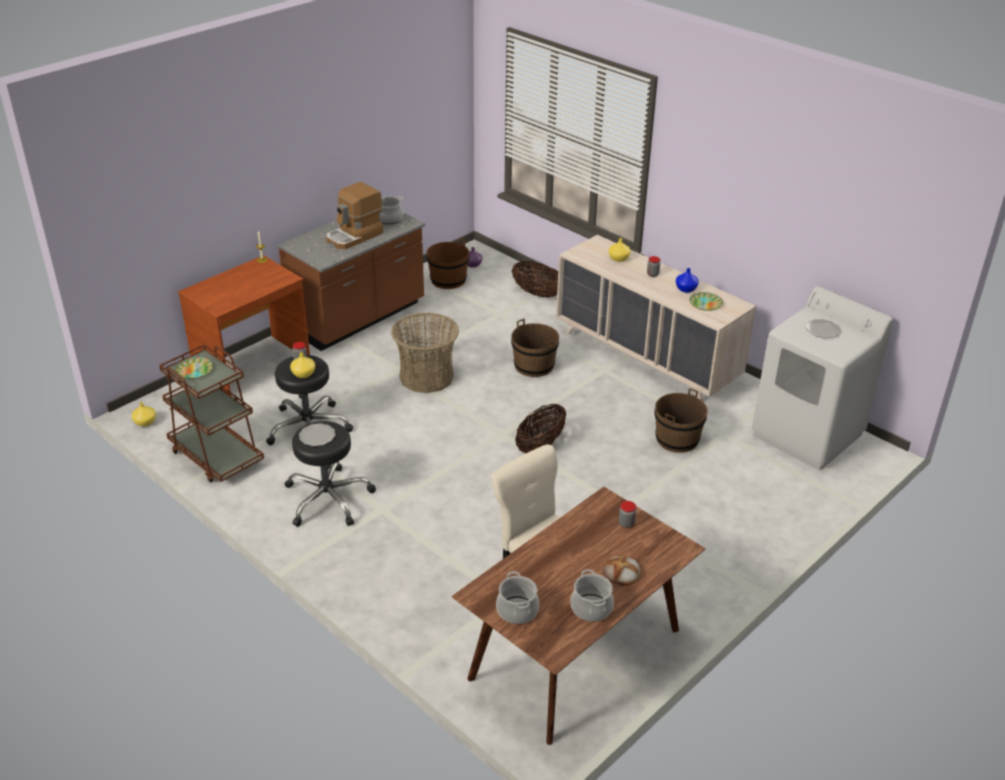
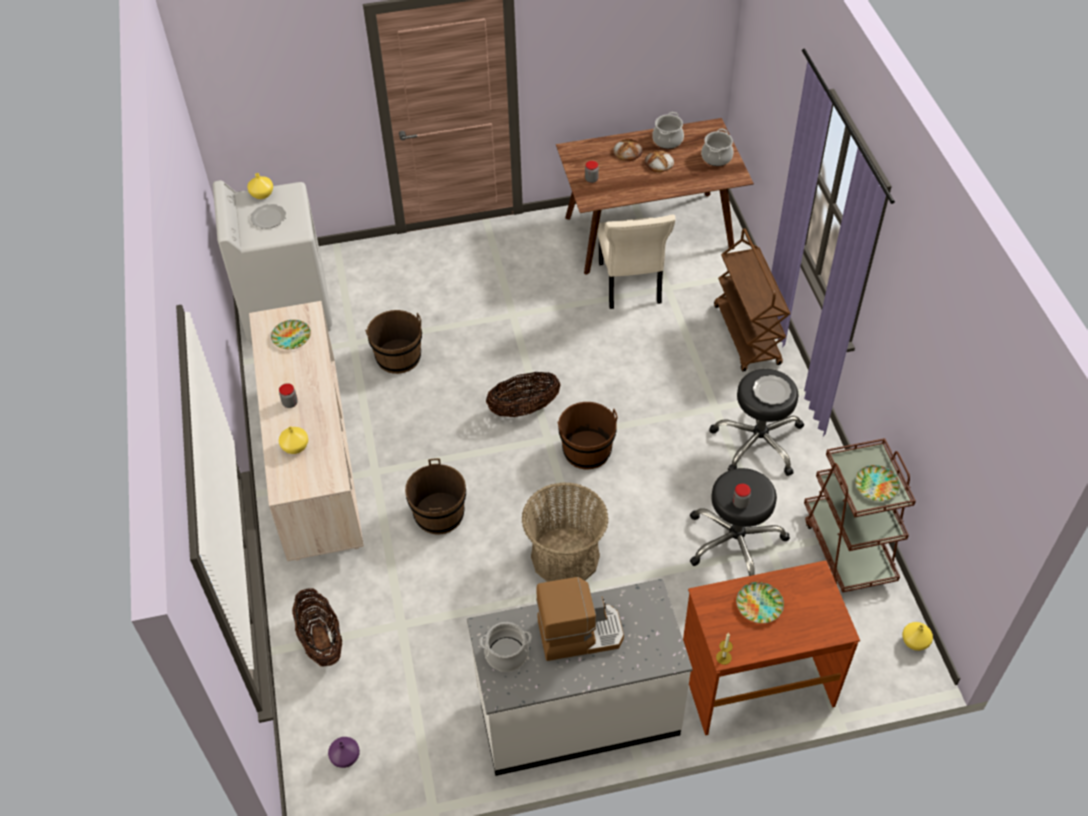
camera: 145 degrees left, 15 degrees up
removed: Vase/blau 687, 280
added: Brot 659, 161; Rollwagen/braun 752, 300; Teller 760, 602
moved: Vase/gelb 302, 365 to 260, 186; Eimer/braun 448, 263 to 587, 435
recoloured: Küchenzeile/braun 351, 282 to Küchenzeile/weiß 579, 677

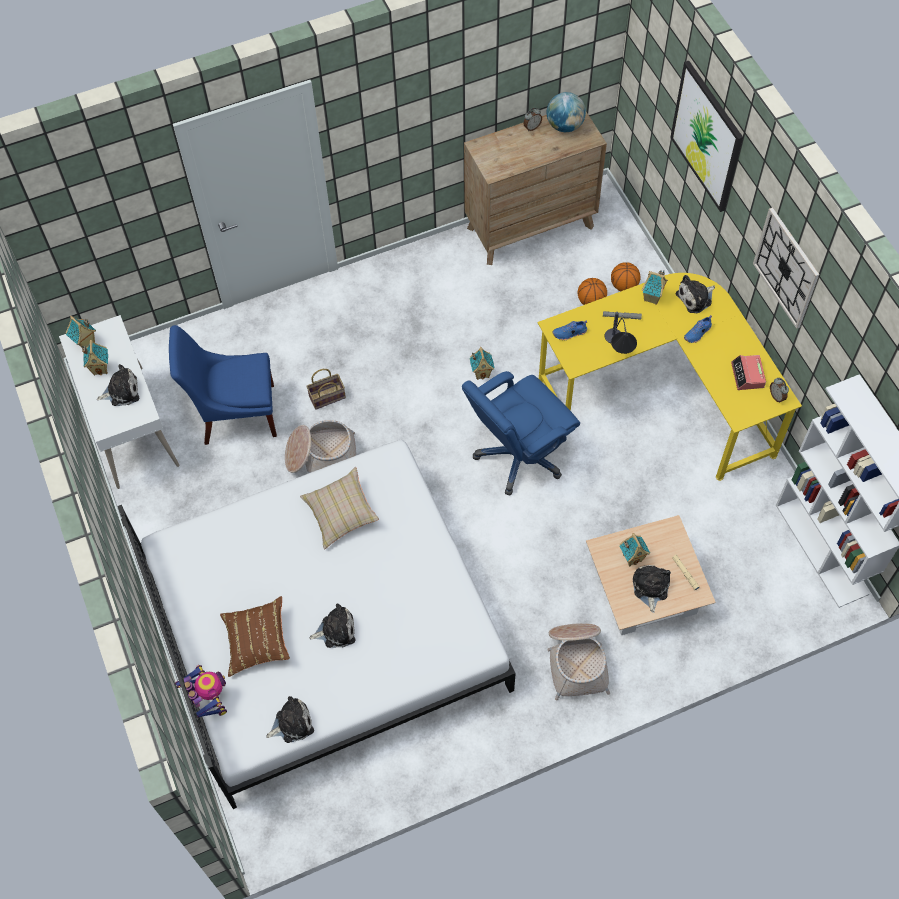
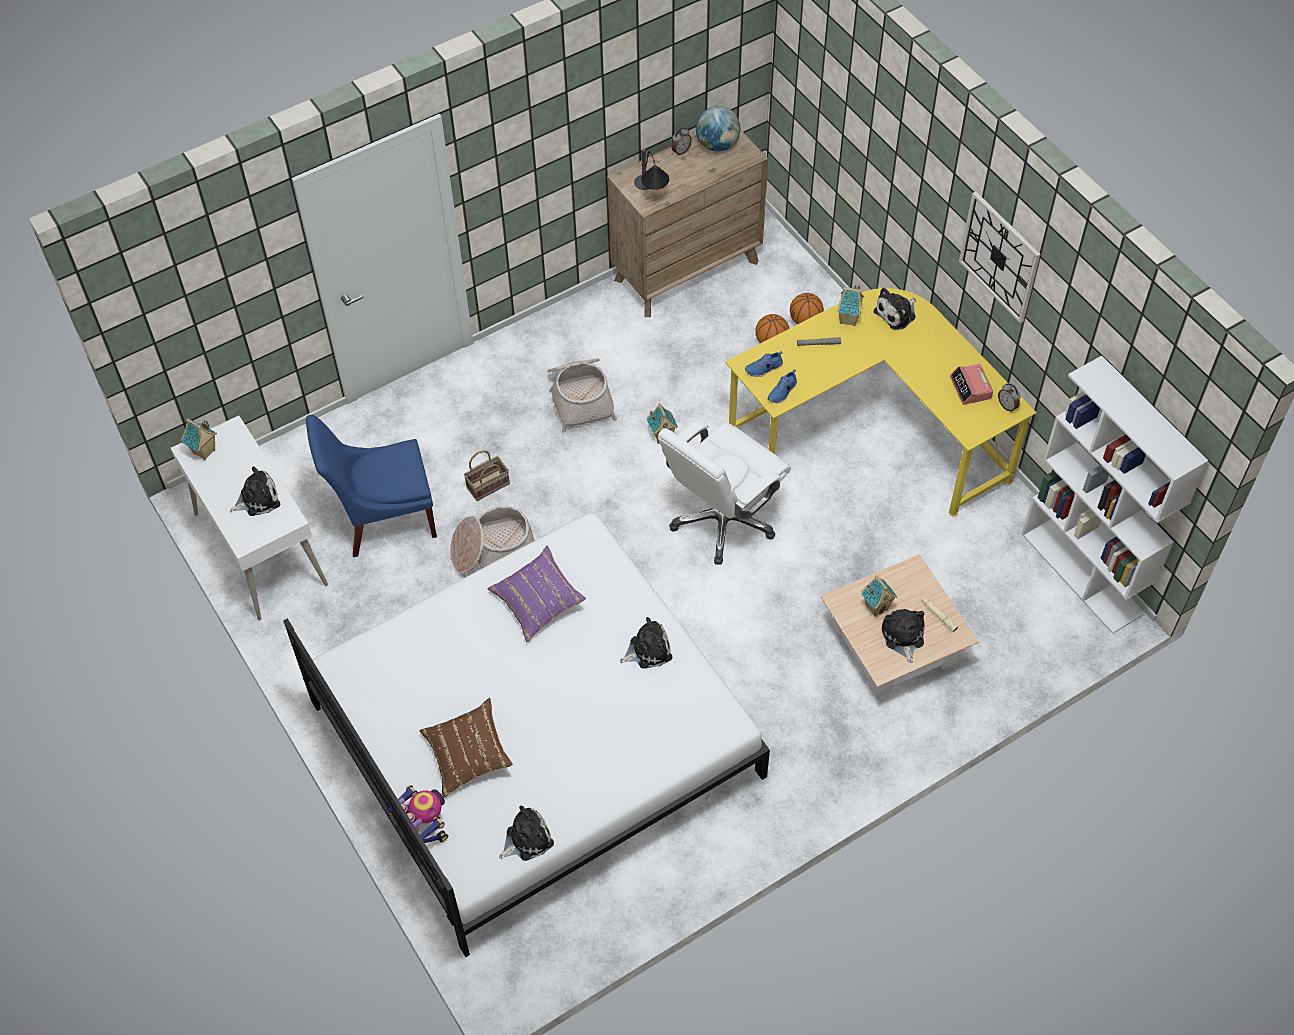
camera: 10 degrees left, 5 degrees down
removed: Spielzeughaus 95, 357; Bild 706, 136
moved: Plüschtier 332, 625 to 646, 643; Korb 578, 662 to 582, 395; Tischlampe 620, 333 to 651, 169; Schuh/blau 698, 329 to 782, 386
recoloured: Kissen/beige 339, 508 to Kissen/lila 536, 594; Bürostuhl/blau 521, 433 to Bürostuhl/weiß 724, 492

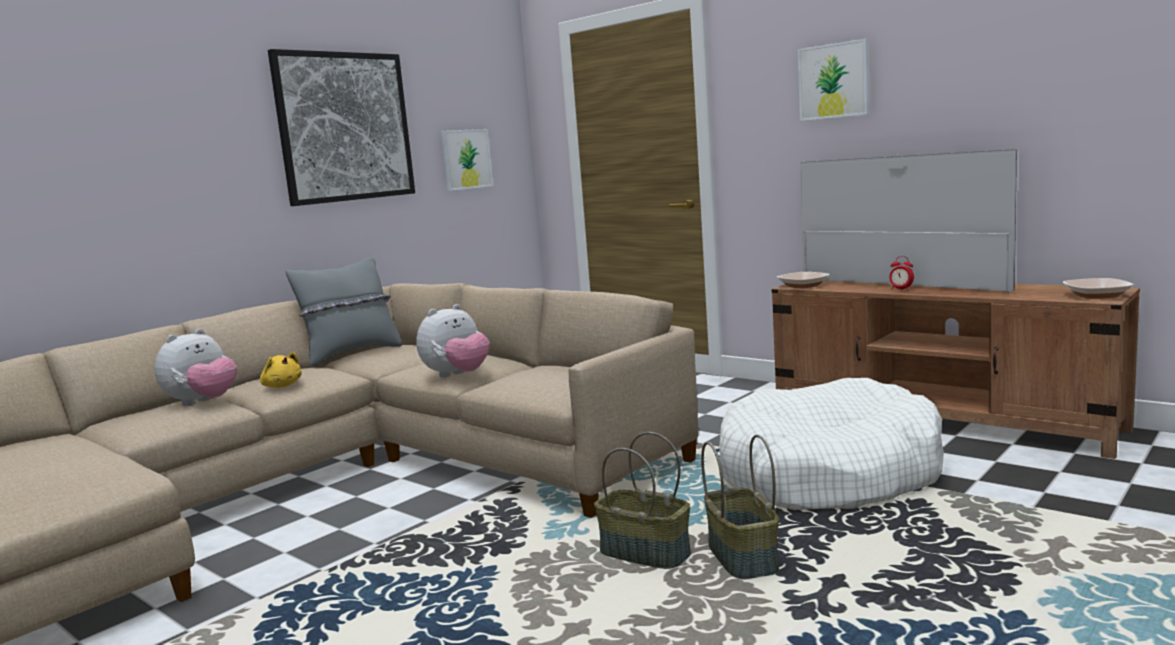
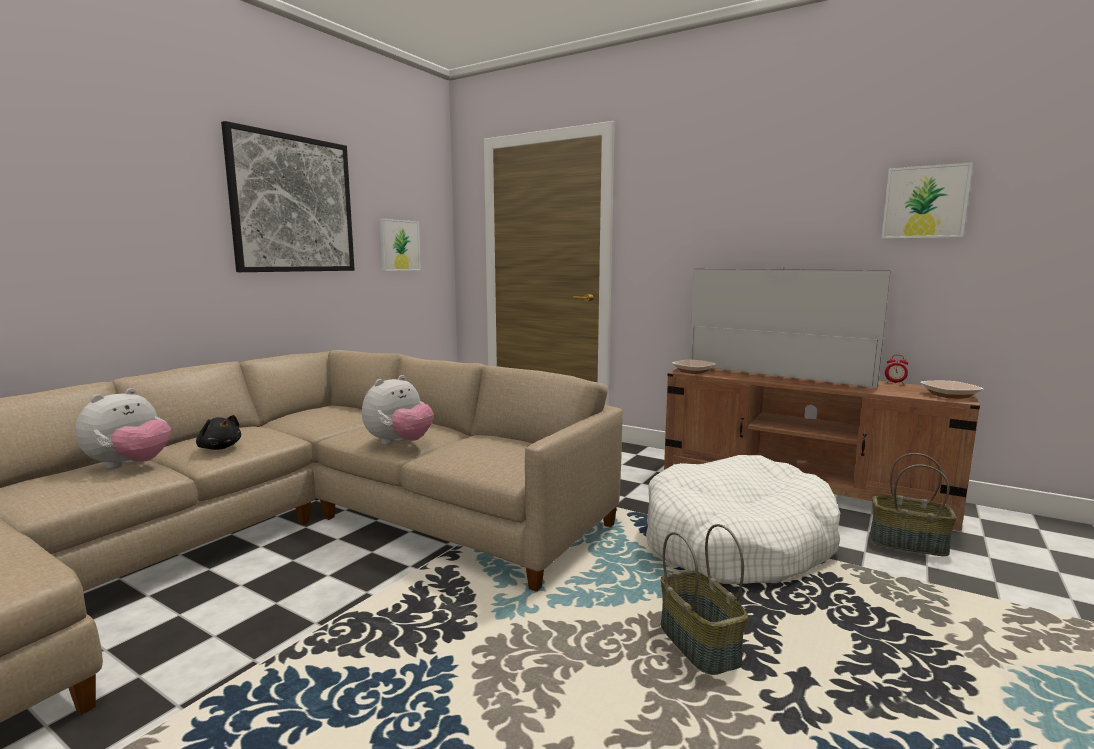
camera: 10 degrees left, 0 degrees up
removed: Kissen/grau 343, 311
moved: Korb 642, 500 to 913, 504; Bild 833, 79 to 927, 200; Wecker 901, 273 to 896, 369
recoloured: Plüschtier/gelb 281, 370 to Plüschtier/schwarz 218, 432

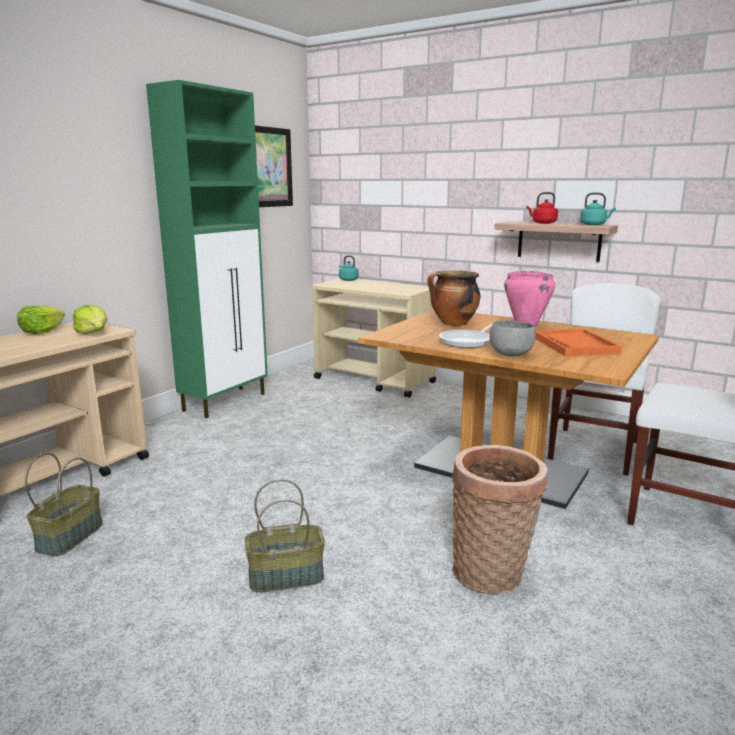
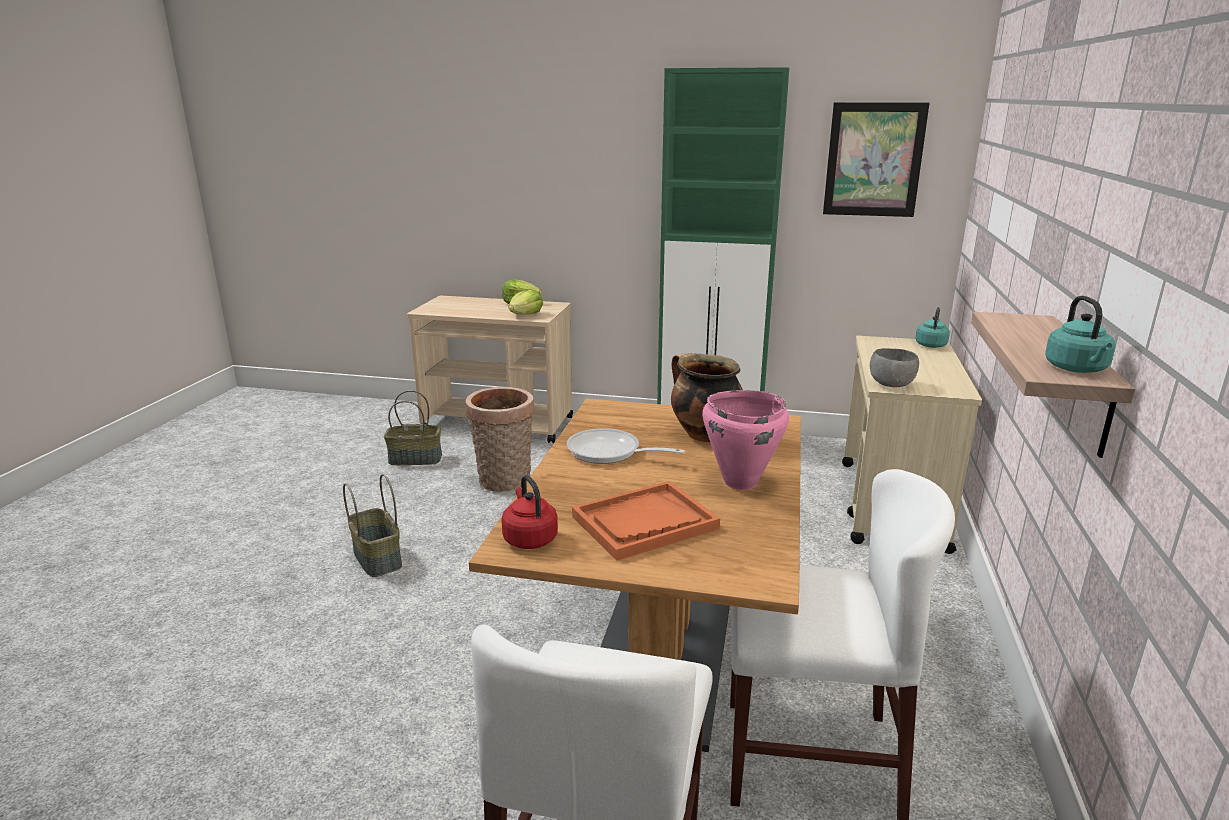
camera: 70 degrees right, 5 degrees up
moved: Korb 500, 519 to 499, 439; Schüssel/grau 512, 338 to 894, 367; Wasserkessel/rot 542, 208 to 529, 512

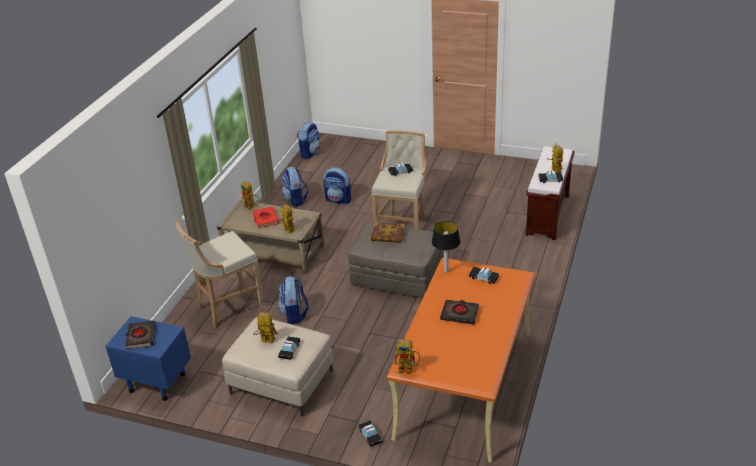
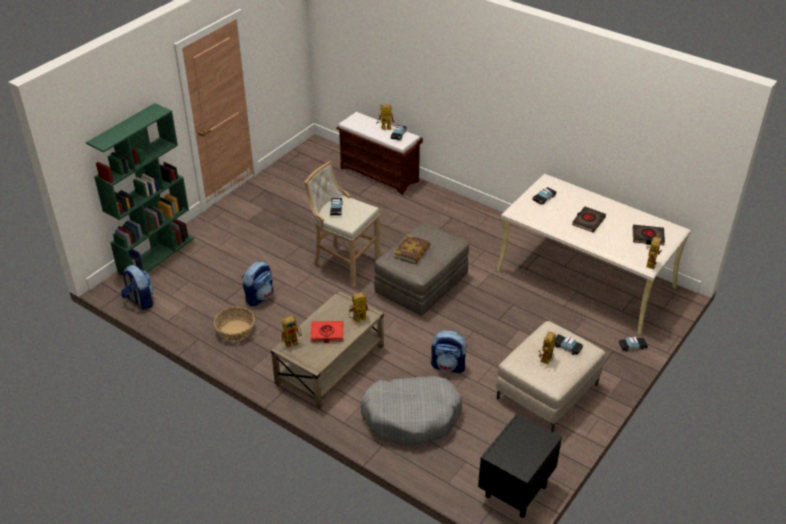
camera: 75 degrees left, 5 degrees up
removed: Tischlampe 446, 247
added: Bücherregal/grün 140, 189
moved: Buch/schwarz 140, 335 to 649, 235
replaced: Hocker/beige 220, 274 to Hundebett/grau 411, 411; Rucksack 295, 186 to Korb 234, 324
recoloured: Nachttisch/blau 148, 358 to Nachttisch/schwarz 520, 466; Schreibtisch/orange 461, 360 to Schreibtisch/beige 594, 254

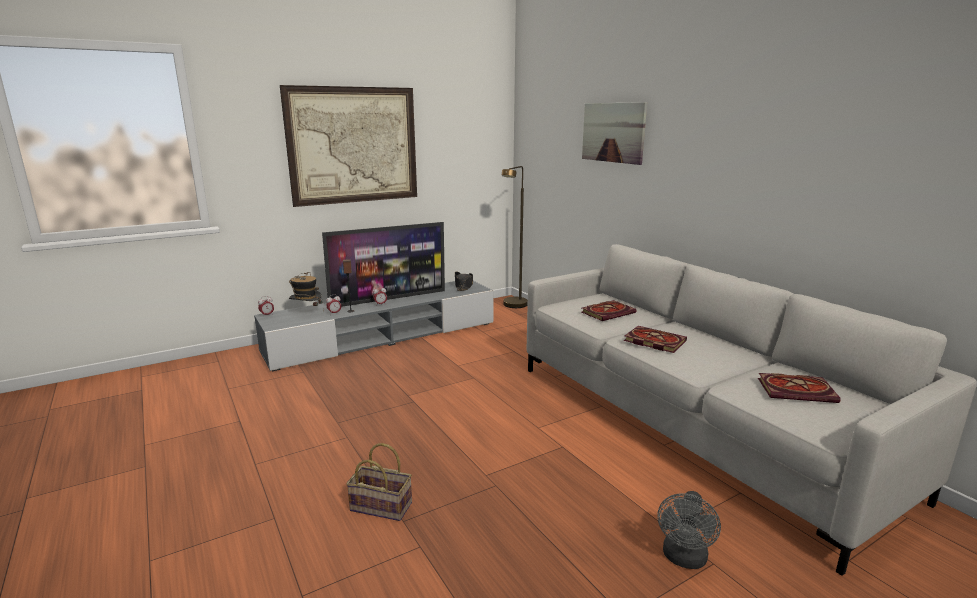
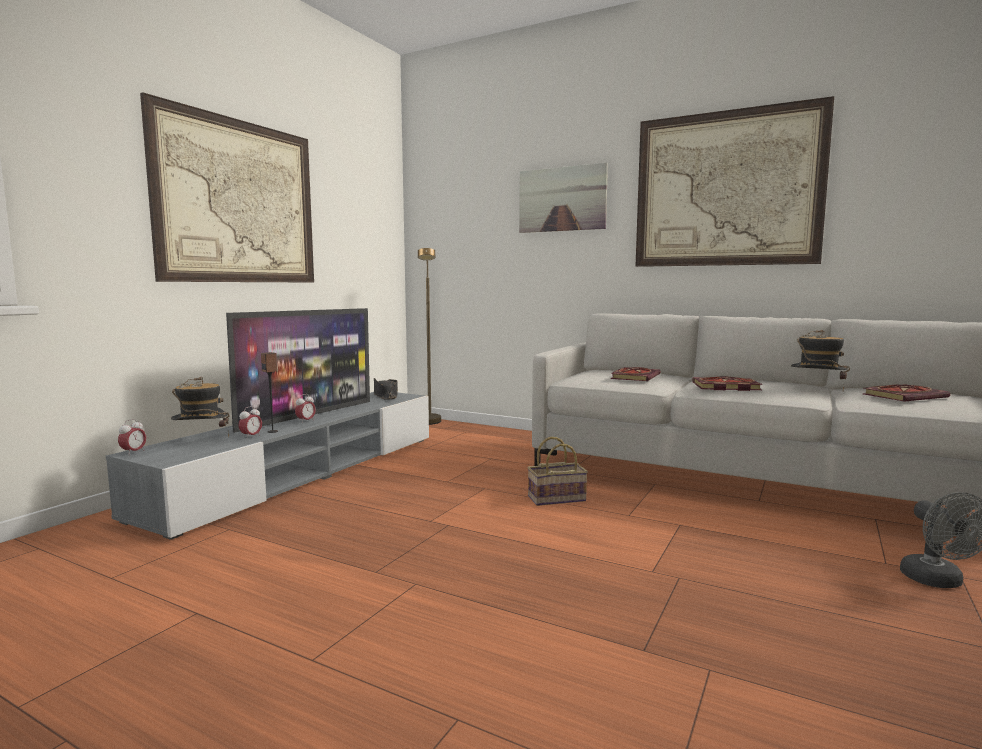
camera: 30 degrees left, 10 degrees down
added: Bild 734, 181; Hut 820, 360
moved: Korb 379, 482 to 557, 471

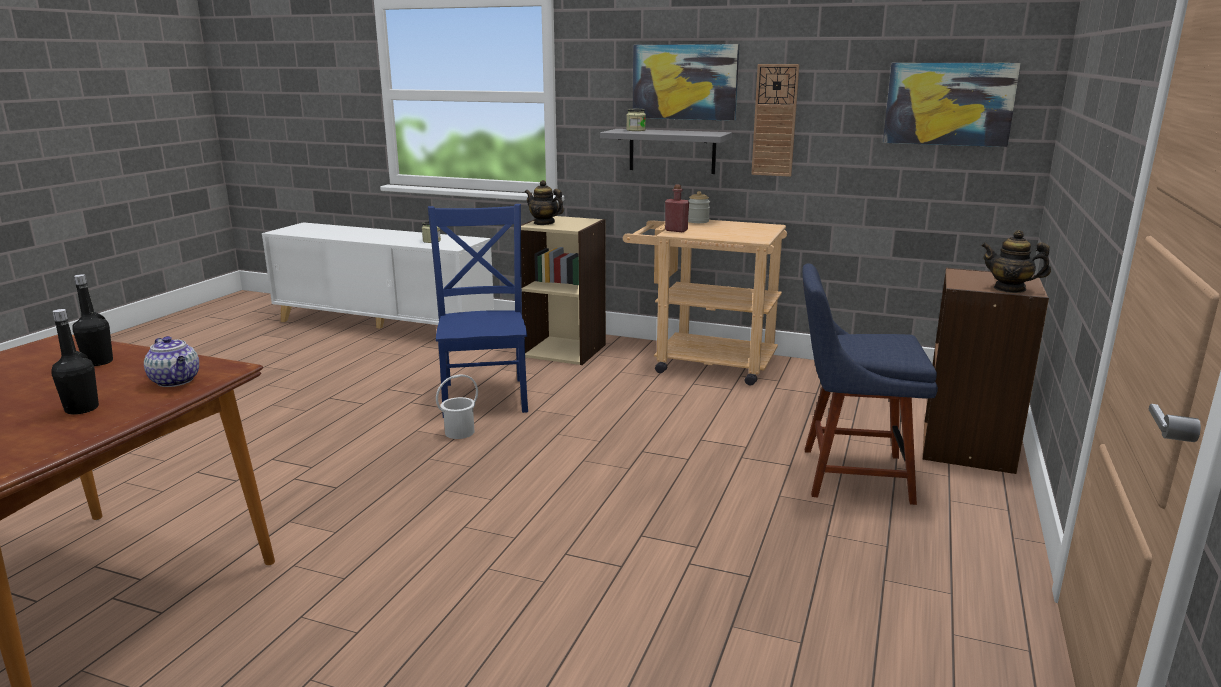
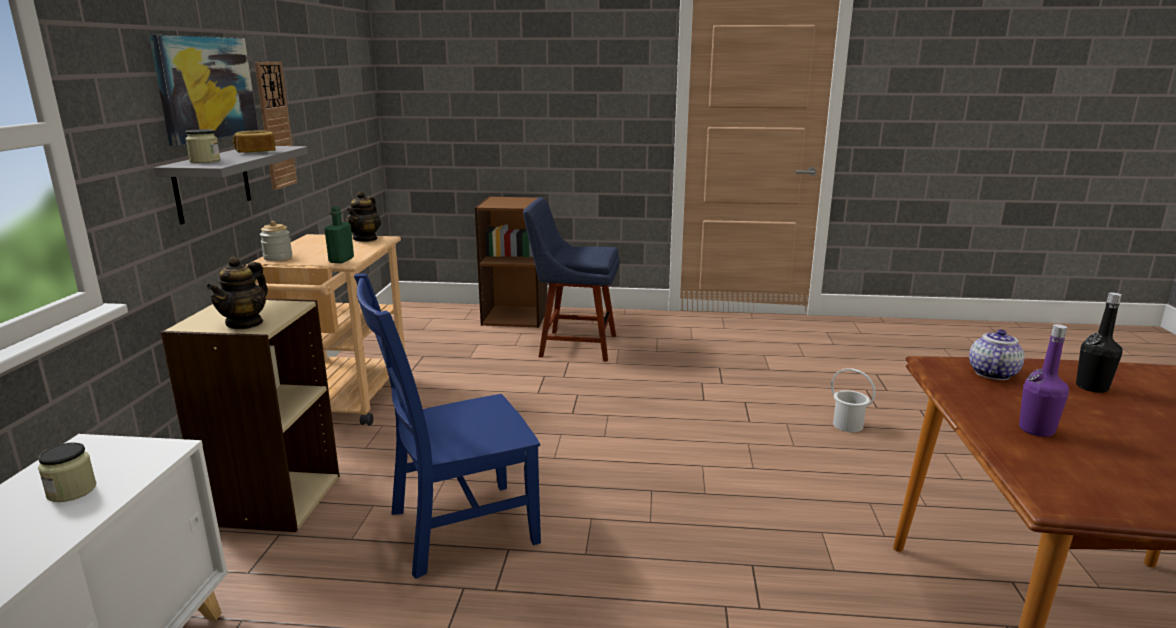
camera: 105 degrees left, 0 degrees up
removed: Bild 952, 105
added: Brot 254, 141
moved: Eimer/weiß 457, 406 to 853, 400; Teekanne 1016, 261 to 363, 216
recoloured: Flasche/schwarz 92, 320 to Flasche/lila 1044, 380; Flasche/rot 677, 208 to Flasche/grün 339, 234
turned: Stuhl/blau 870, 384 = 571, 279 105 degrees clockwise

